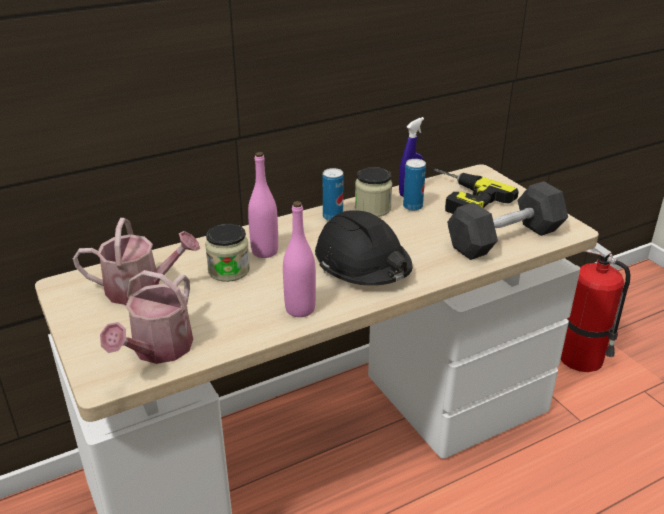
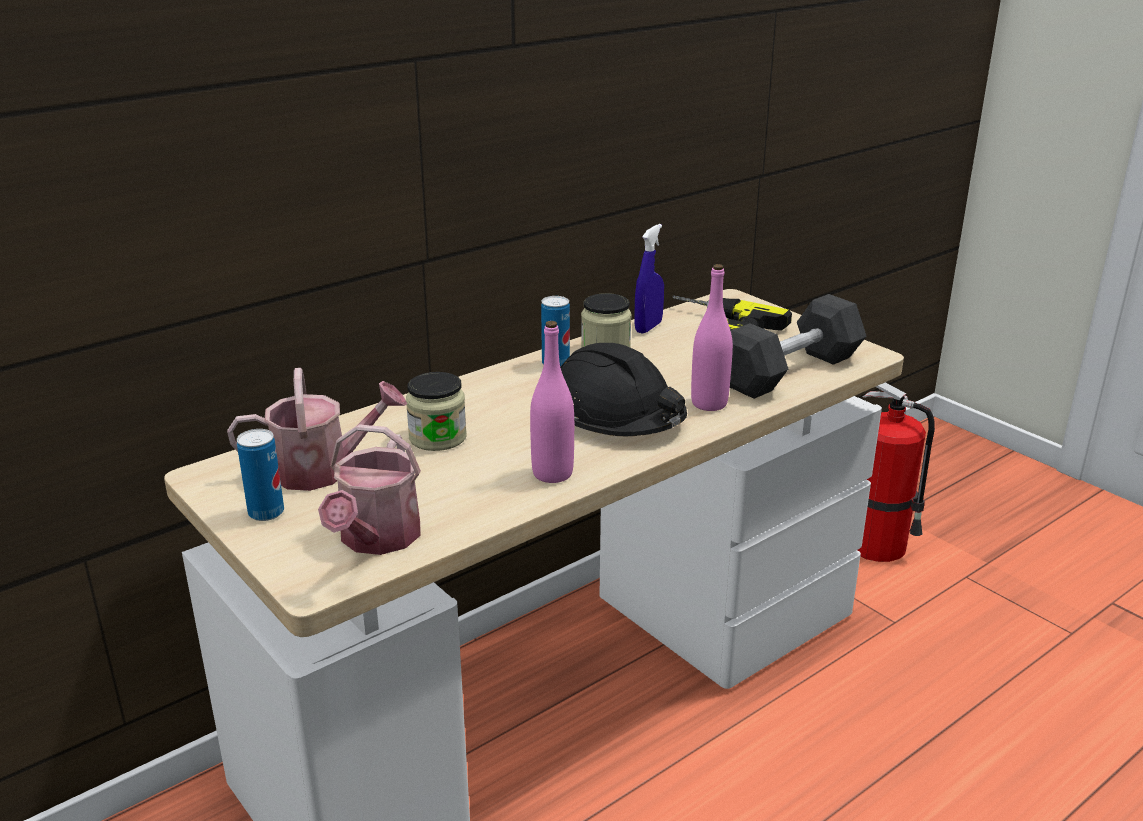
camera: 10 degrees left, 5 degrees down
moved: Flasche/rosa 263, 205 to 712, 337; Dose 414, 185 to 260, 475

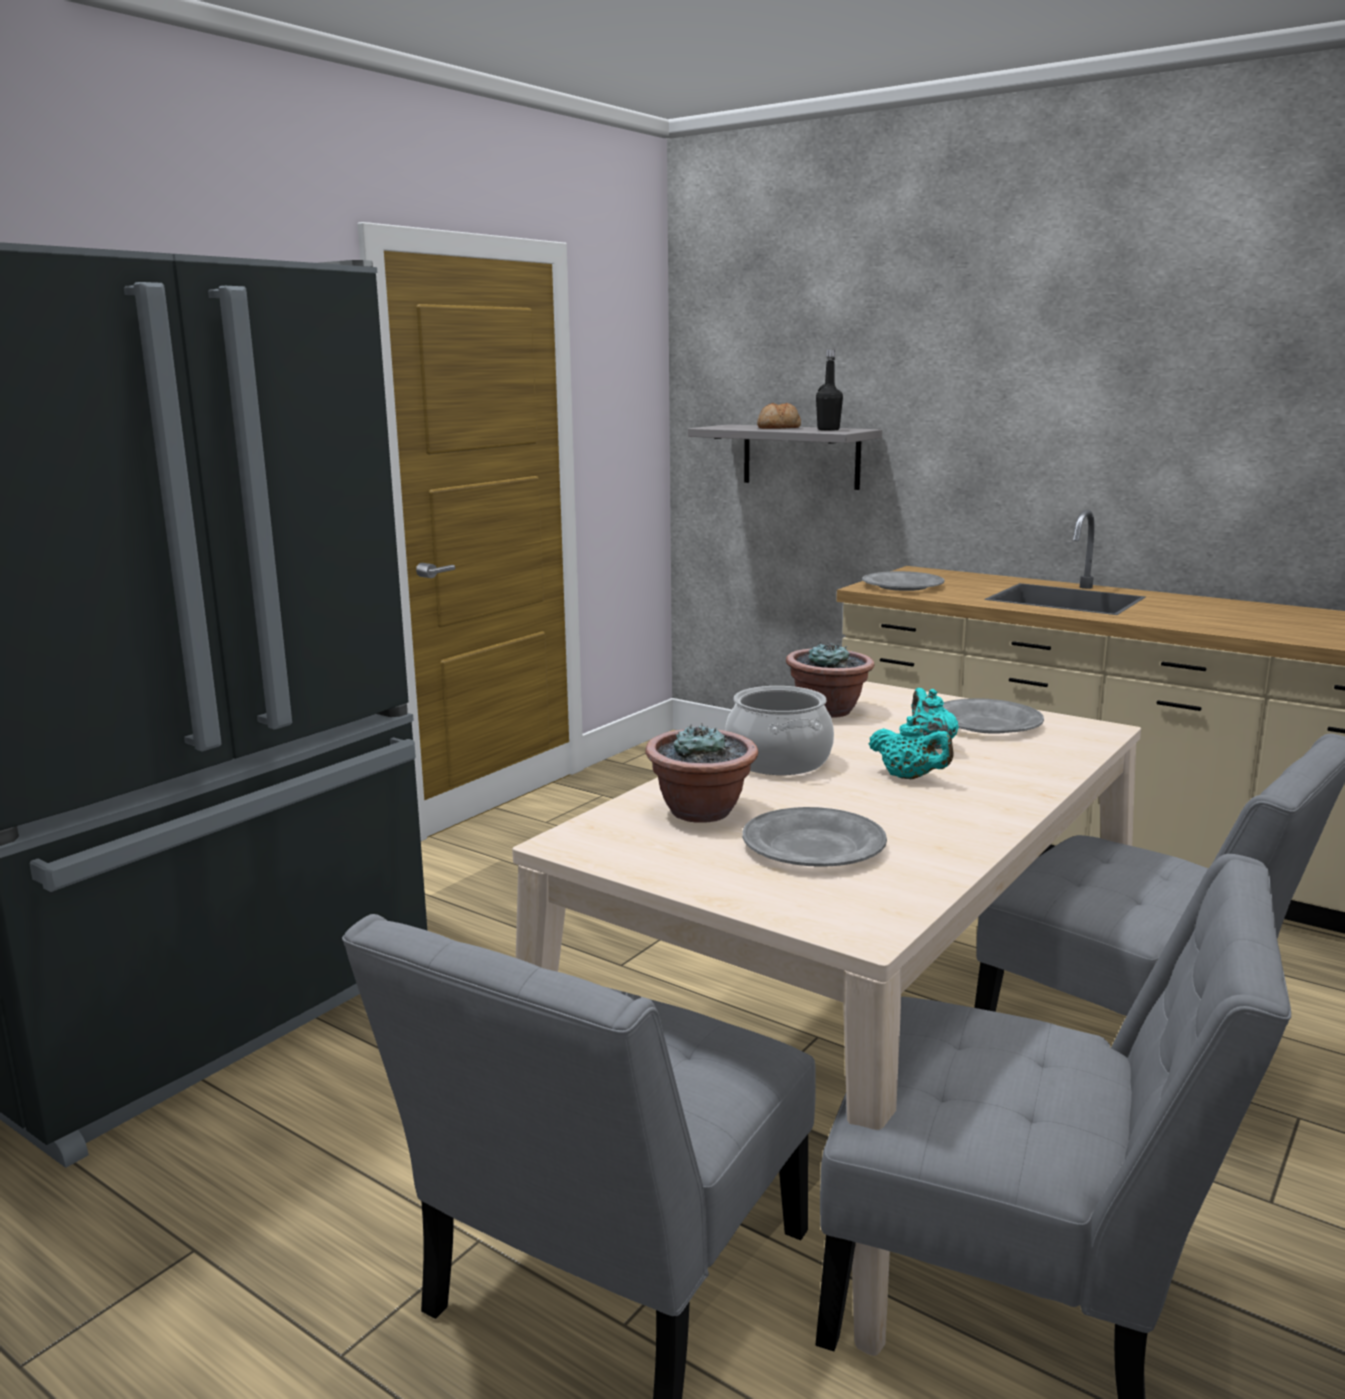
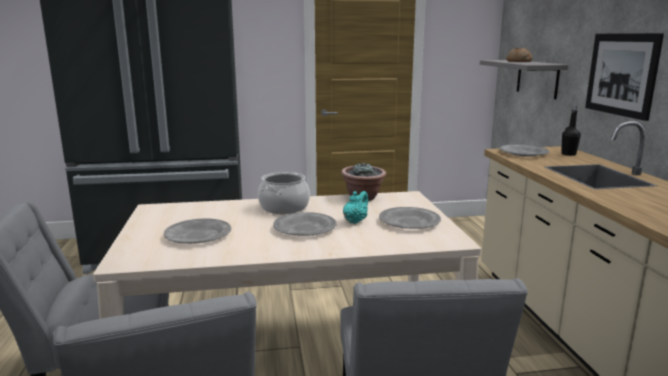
camera: 45 degrees right, 0 degrees up
removed: Topfpflanze 701, 773
added: Bild 624, 77
moved: Flasche/schwarz 829, 390 to 571, 131
replaced: Teekanne/türkis 911, 747 to Teller/grau 305, 224

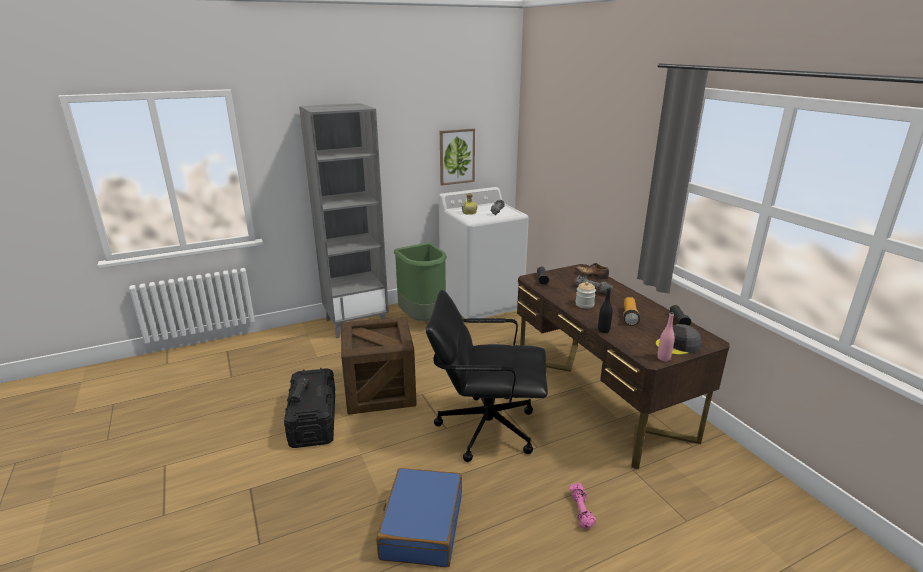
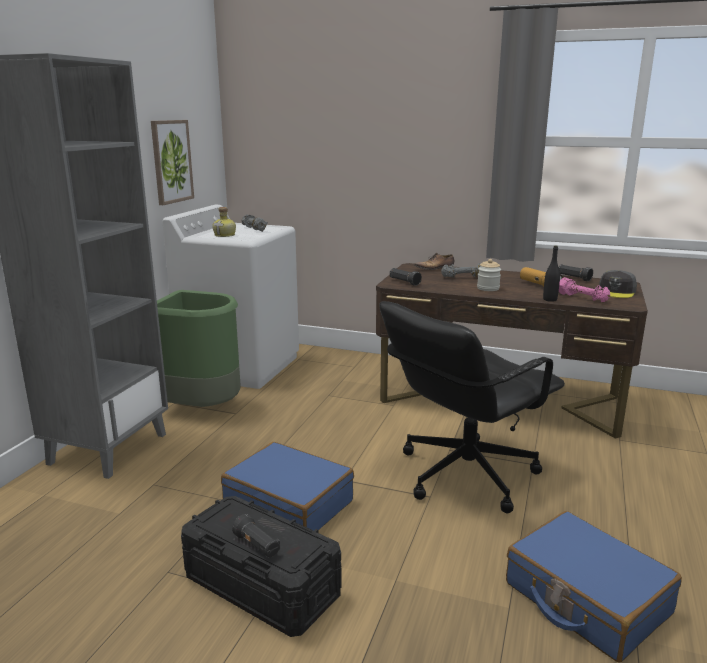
camera: 45 degrees left, 5 degrees down
removed: Flasche/rosa 666, 336
moved: Hantel/rosa 583, 506 to 584, 289
replaced: Kiste 379, 366 to Koffer/blau 287, 486

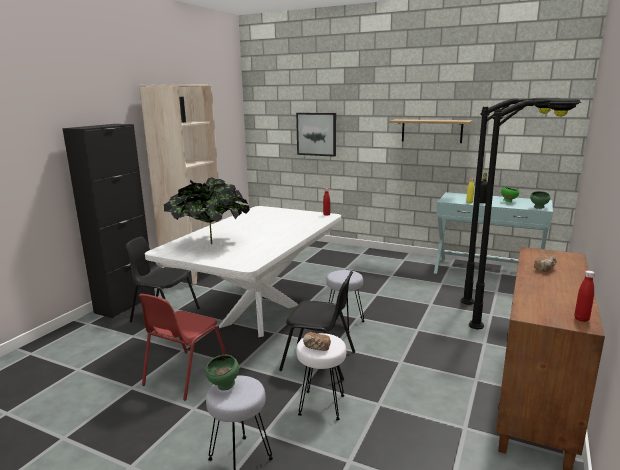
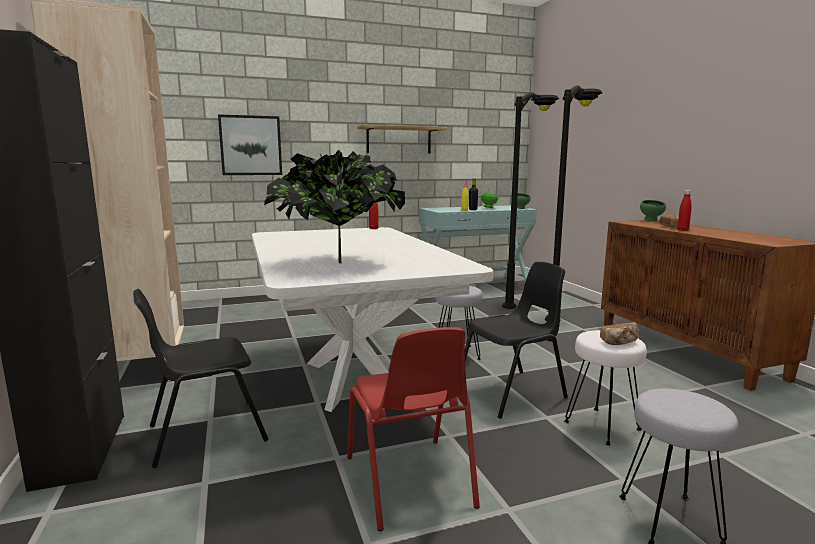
camera: 45 degrees left, 5 degrees down
moved: Schüssel/grün 222, 373 to 653, 210; Flasche/rot 584, 296 to 684, 210

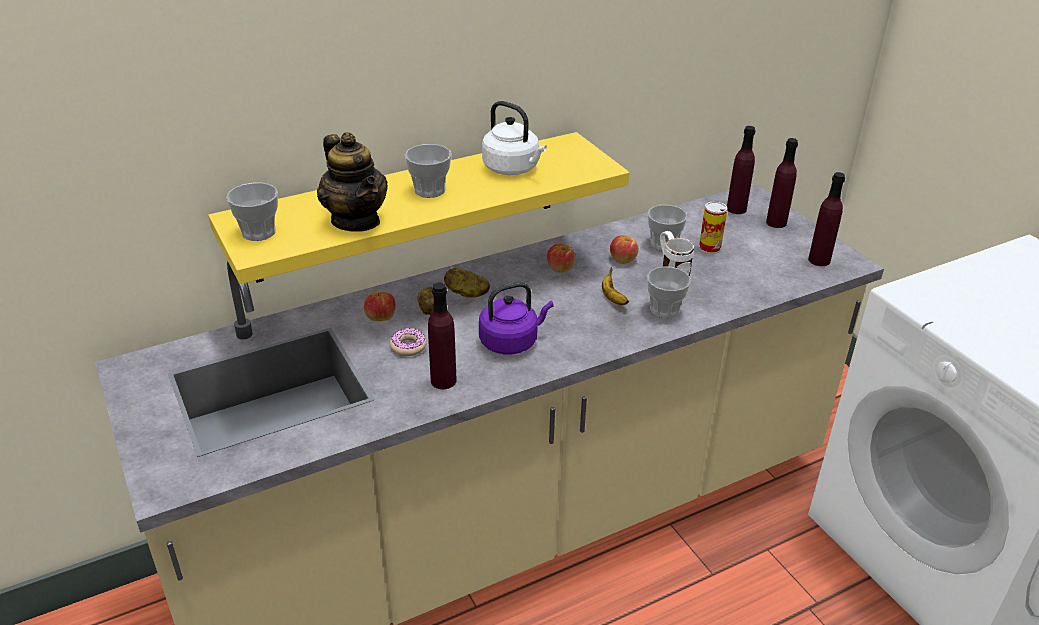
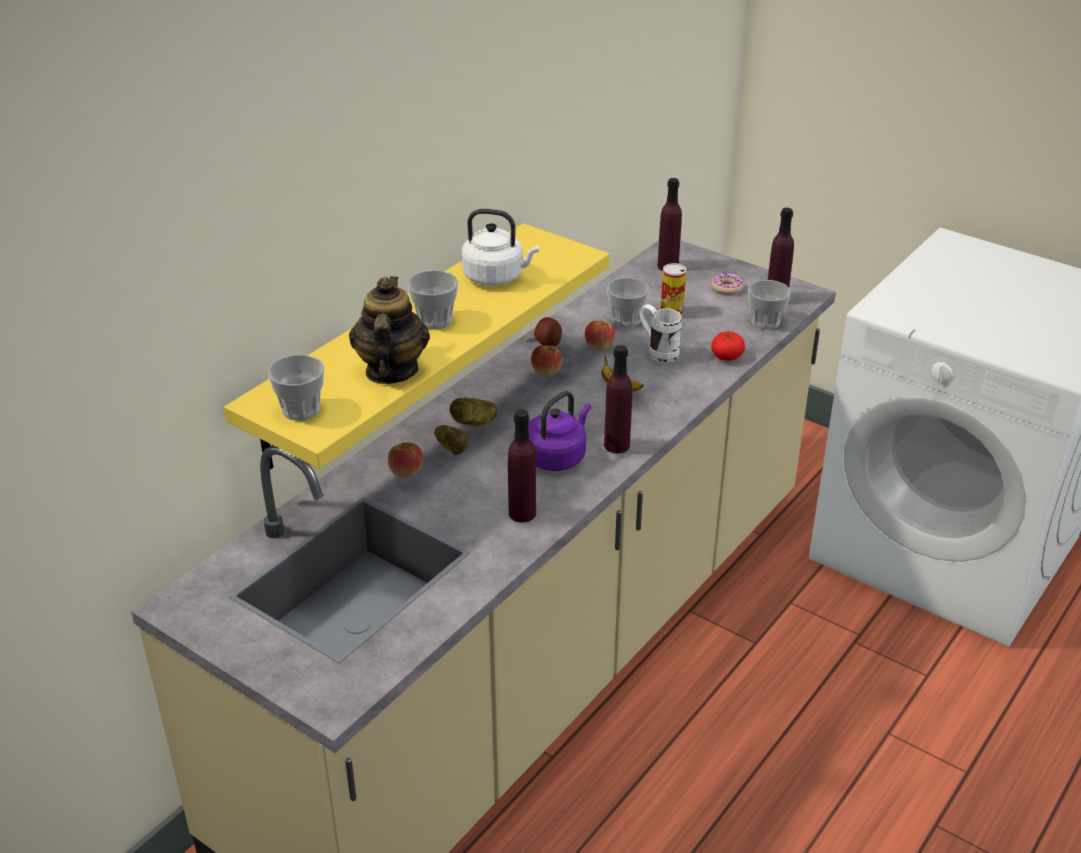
camera: 25 degrees left, 0 degrees up
added: Kartoffel 548, 332; Tomate 728, 346
moved: Donut 408, 342 to 727, 283; Tasse 669, 292 to 769, 305; Flasche/lila 782, 183 to 618, 399
turned: Teekanne 352, 182 = 389, 330 120 degrees counterclockwise

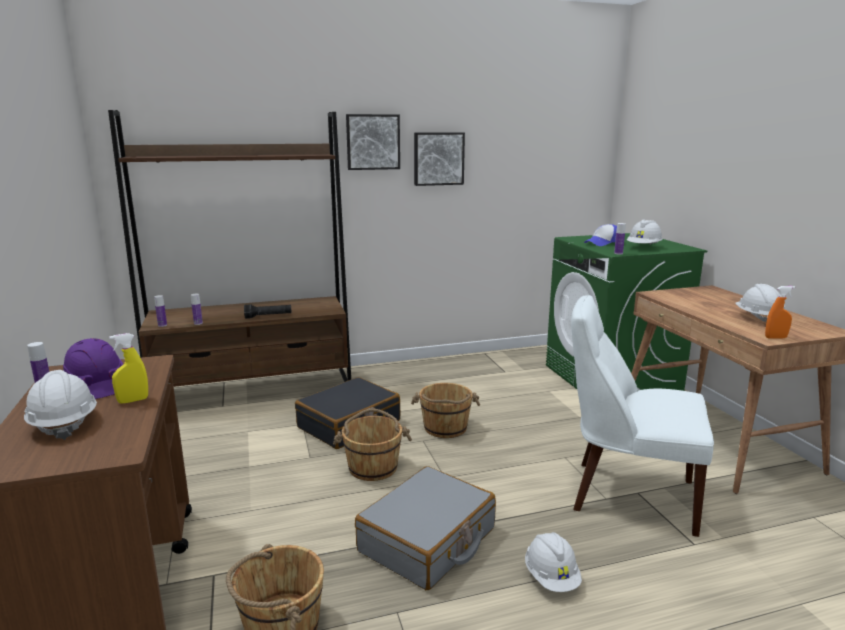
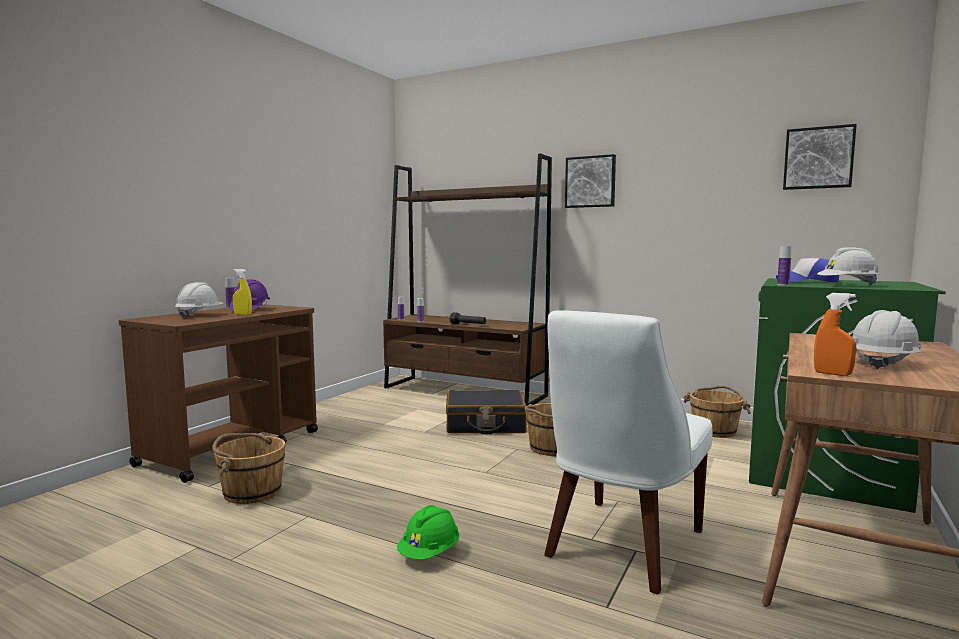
camera: 45 degrees right, 10 degrees down
removed: Koffer/grau 425, 528
moved: Eimer/braun 372, 444 to 717, 411; Bild 439, 159 to 820, 157
recoloured: Schutzhelm/weiß 553, 562 to Schutzhelm/grün 428, 532
turned: Stuhl/weiß 642, 416 = 628, 452 120 degrees counterclockwise

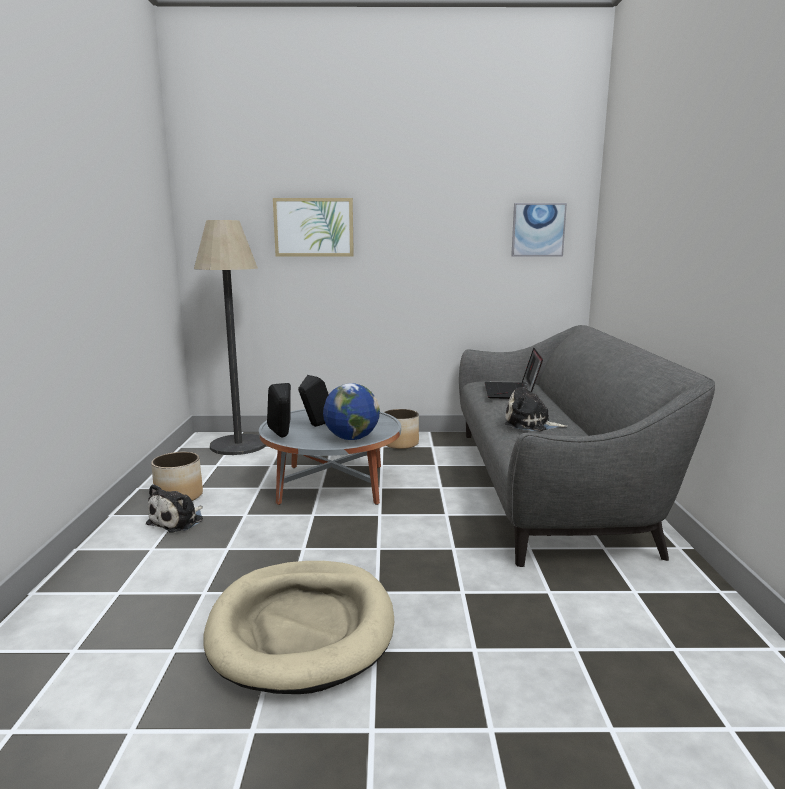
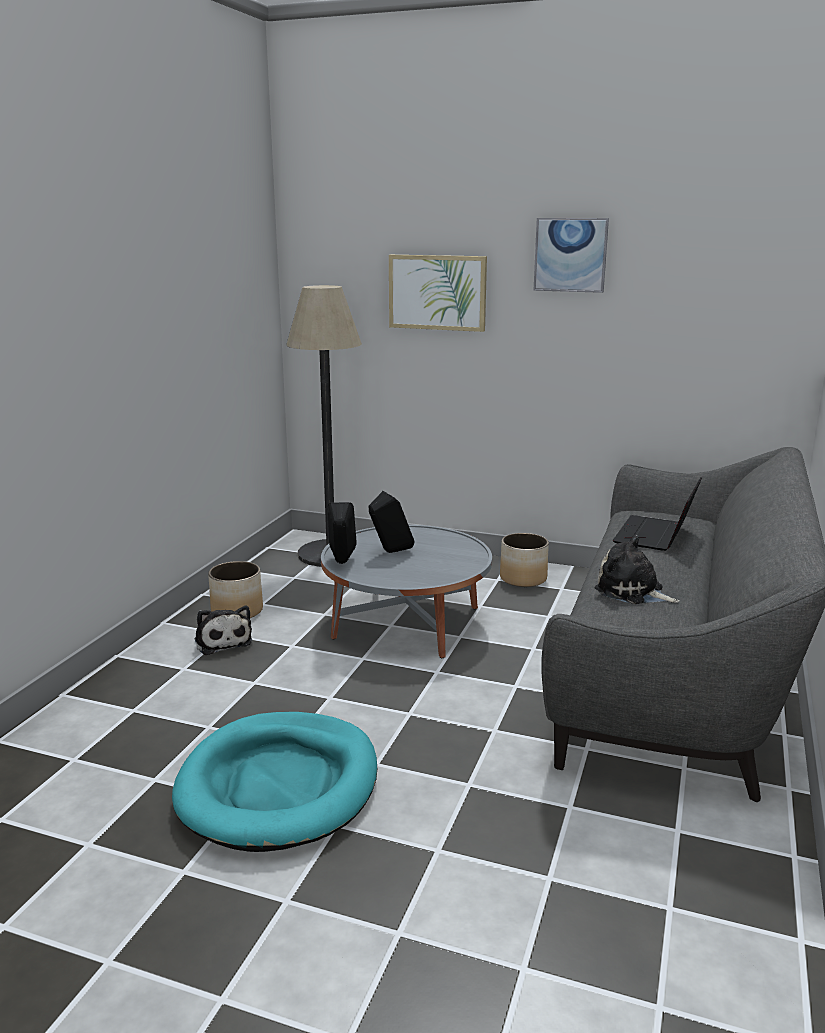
camera: 20 degrees right, 5 degrees up
removed: Globus 351, 411
moved: Bild 539, 230 to 571, 255
recoloured: Hundebett/beige 299, 627 to Hundebett/türkis 274, 782
turned: Plüschtier 174, 508 = 223, 630 75 degrees counterclockwise

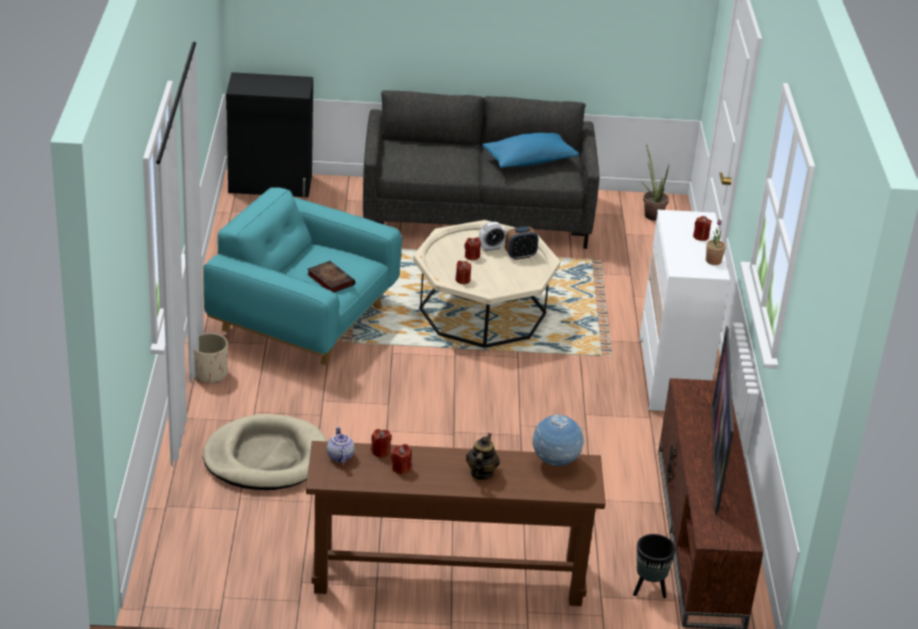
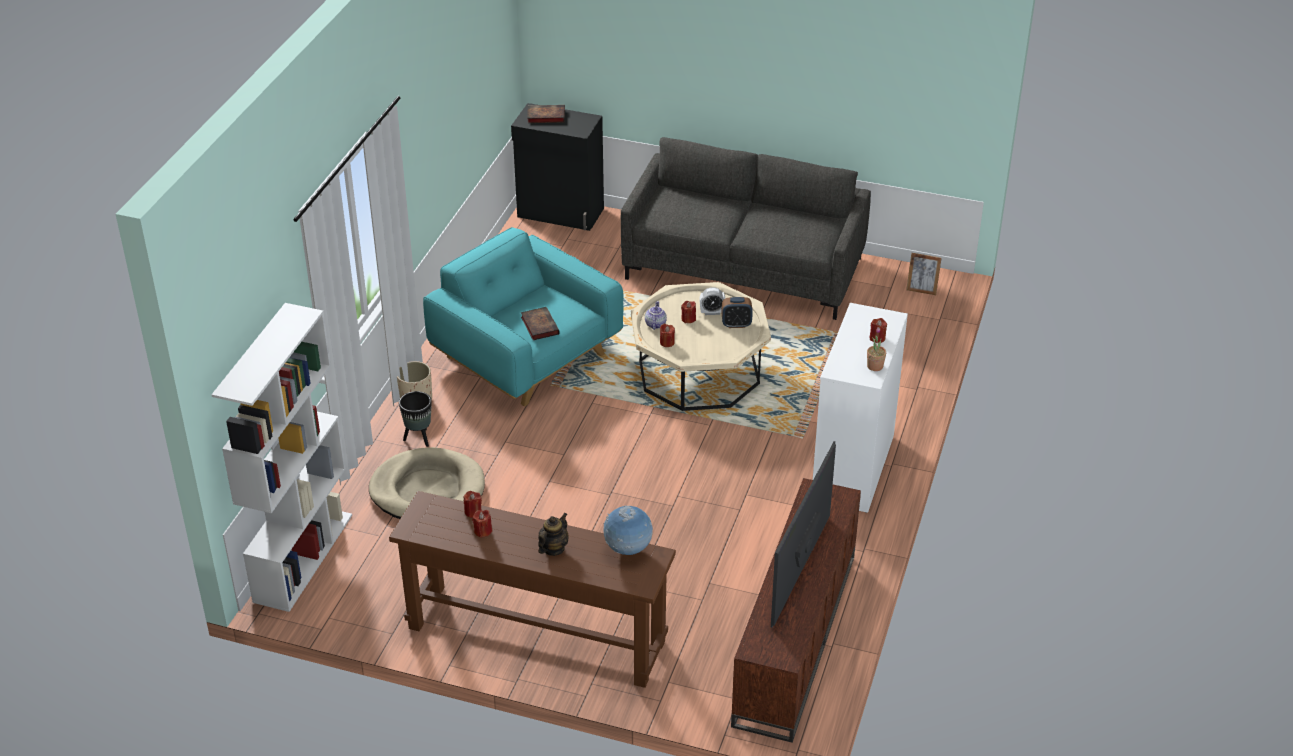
camera: 20 degrees right, 5 degrees up
removed: Kissen/blau 530, 150
added: Bücherregal/weiß 281, 457; Buch 546, 114
moved: Teekanne 341, 445 to 656, 315; Pflanzkübel/schwarz 654, 566 to 415, 419
replaced: Topfpflanze 655, 182 to Bilderrahmen 924, 274

